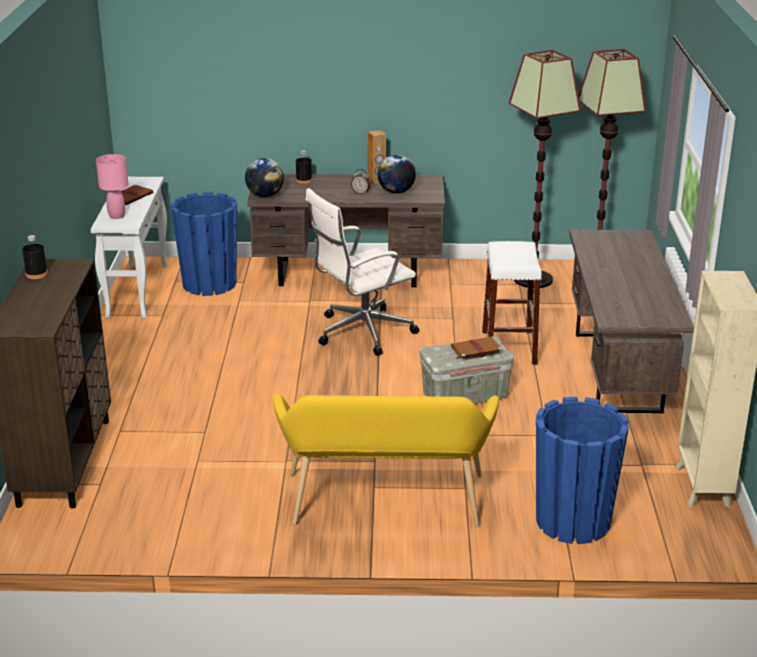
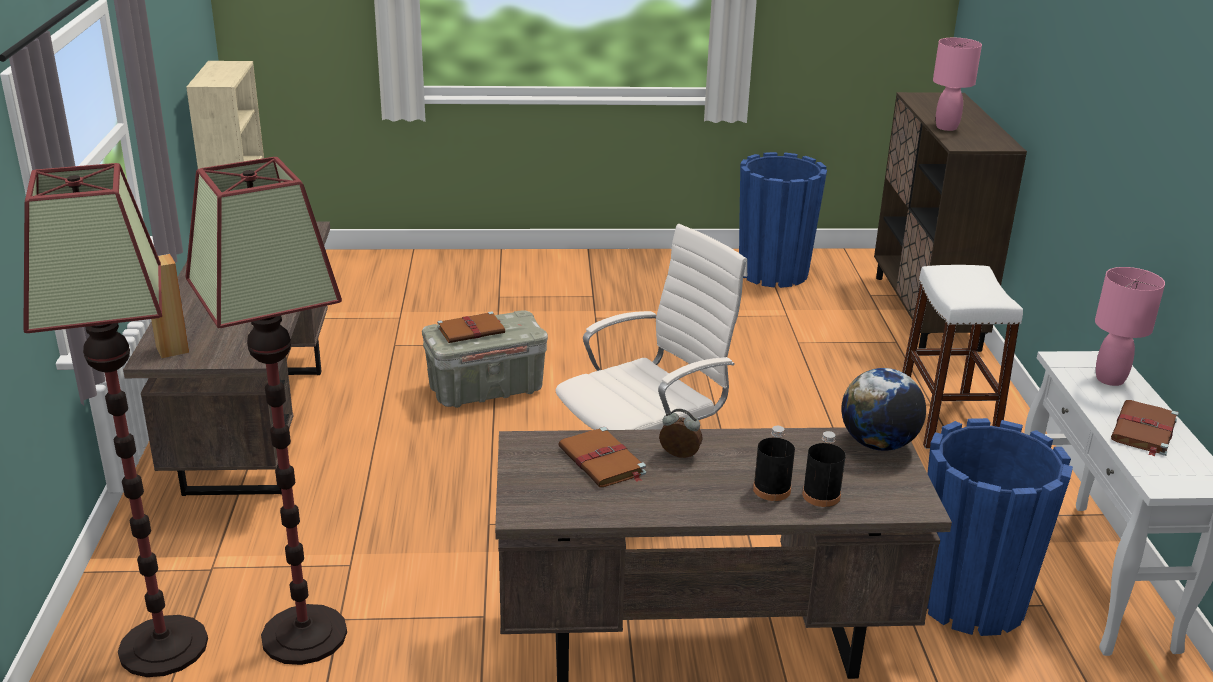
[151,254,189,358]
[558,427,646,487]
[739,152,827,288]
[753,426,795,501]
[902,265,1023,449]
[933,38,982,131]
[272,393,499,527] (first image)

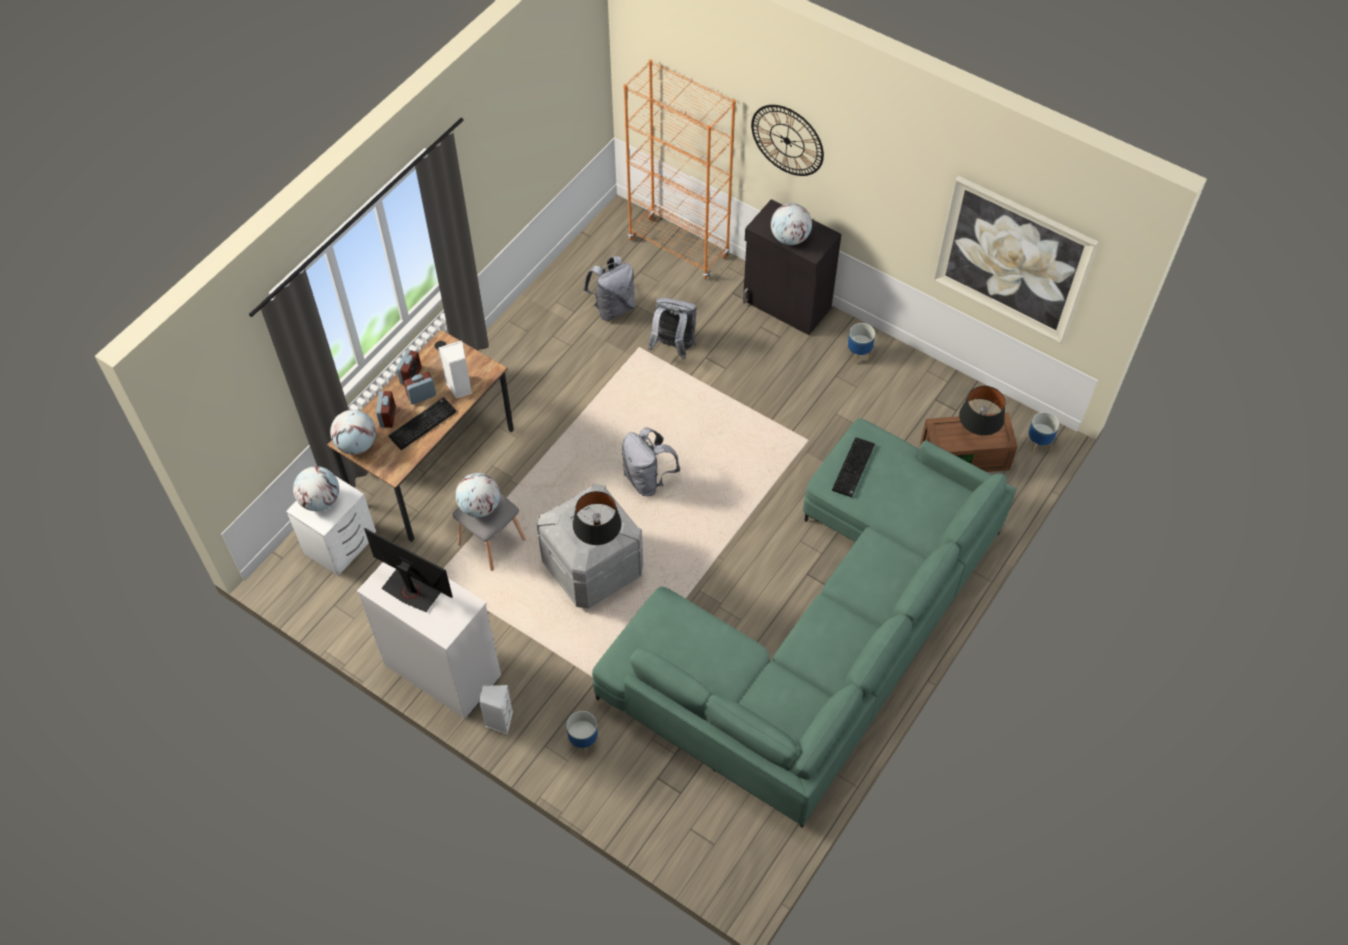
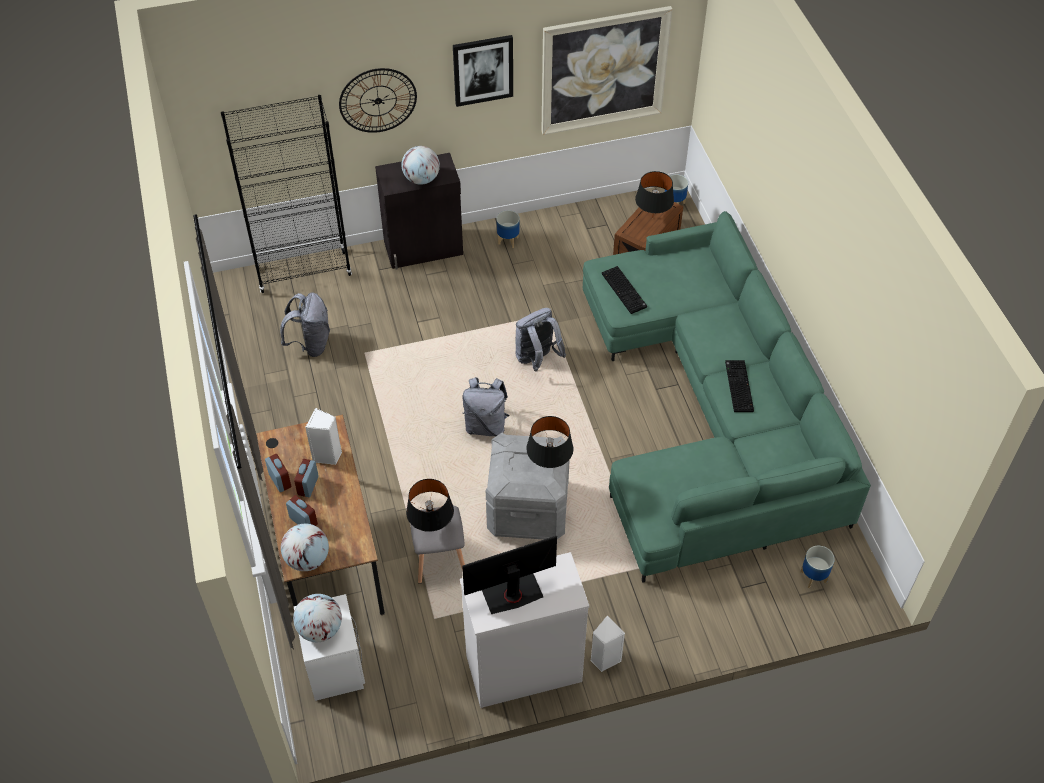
[221,95,352,293]
[406,479,454,532]
[453,35,513,107]
[515,308,566,371]
[725,360,754,412]
[800,546,835,588]

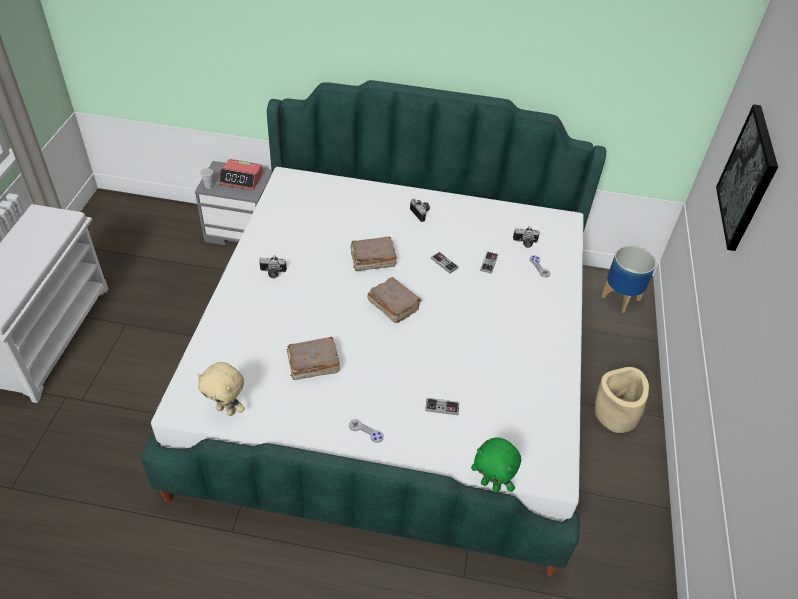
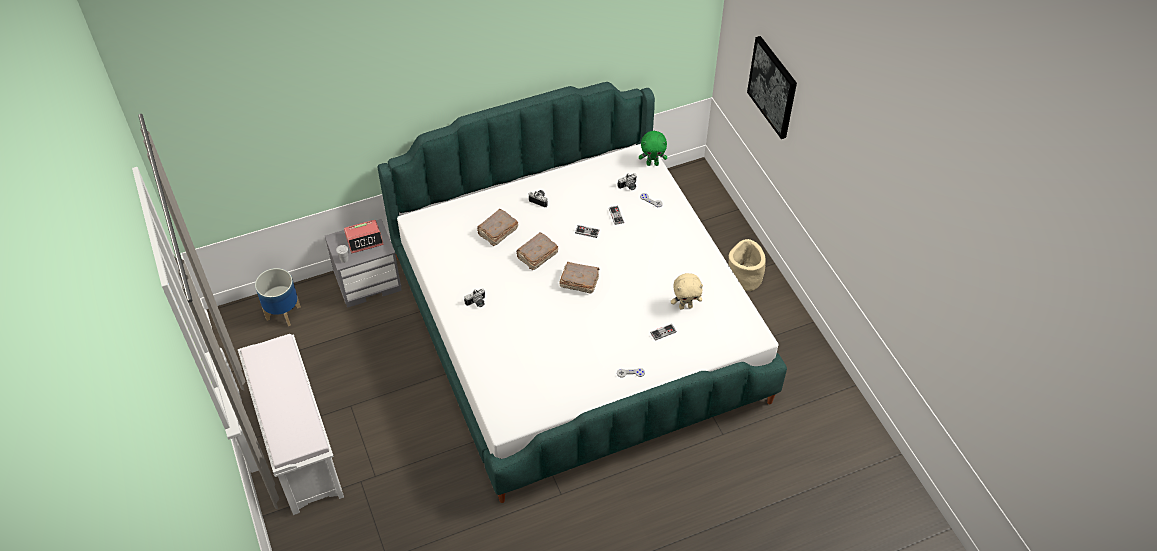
[255,268,301,326]
[477,209,518,246]
[639,131,667,166]
[671,273,703,310]

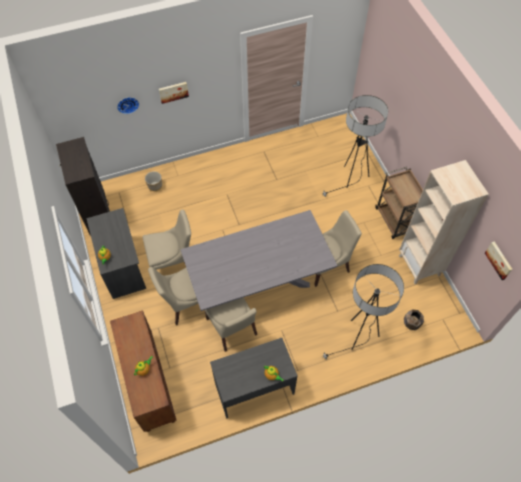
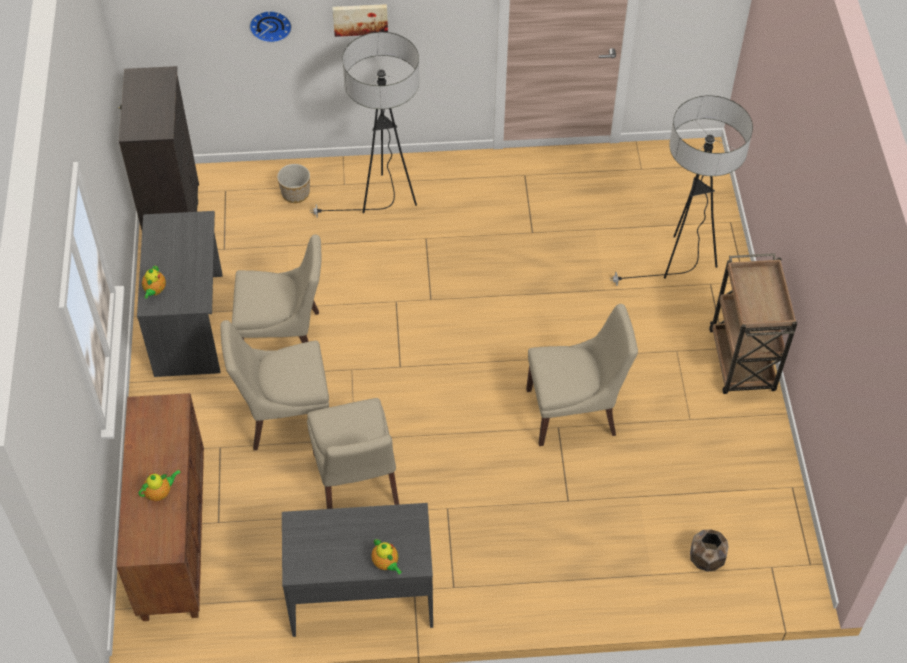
[310,32,419,218]
[180,210,337,311] (first image)
[399,160,489,284] (first image)
[485,241,512,280] (first image)

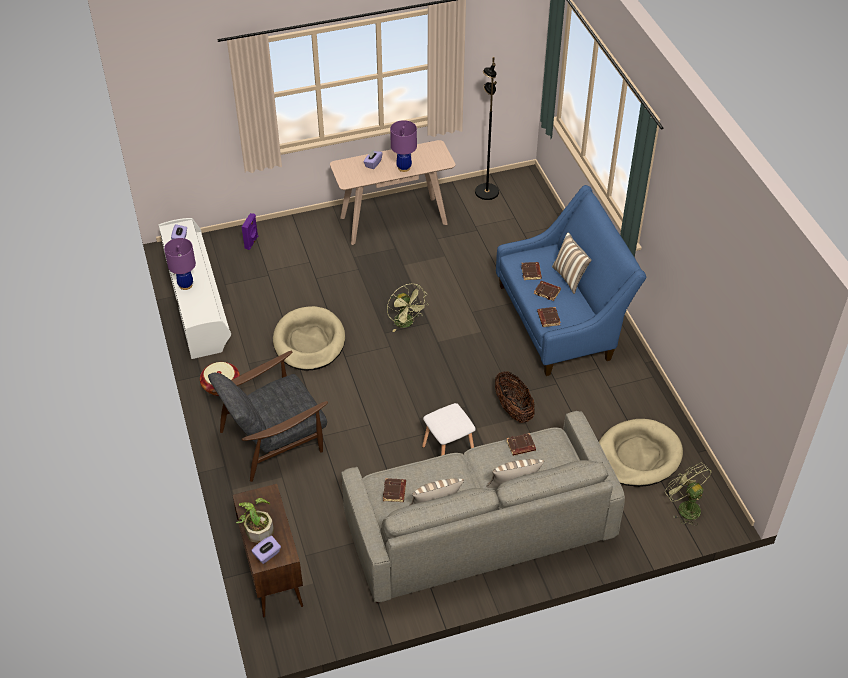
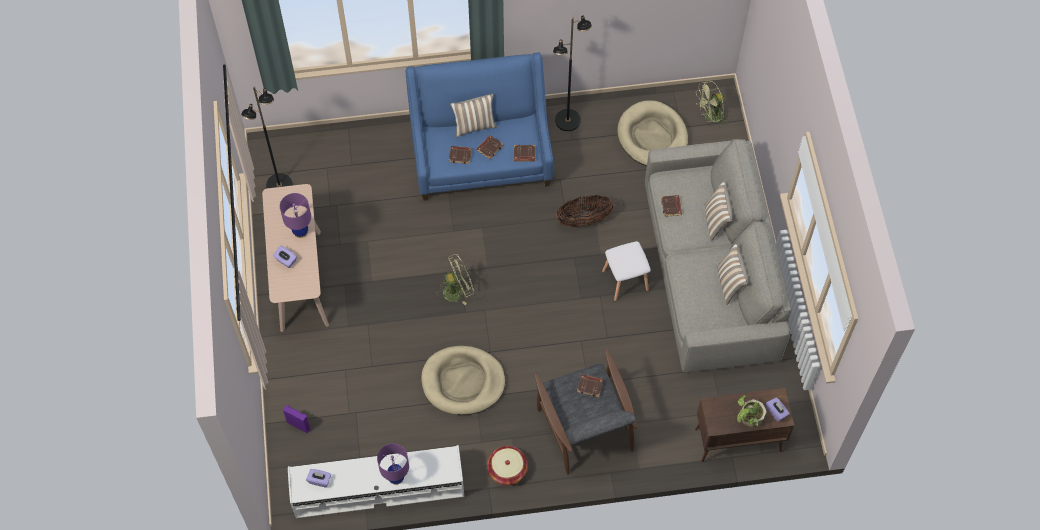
[553,15,592,131]
[577,374,603,397]

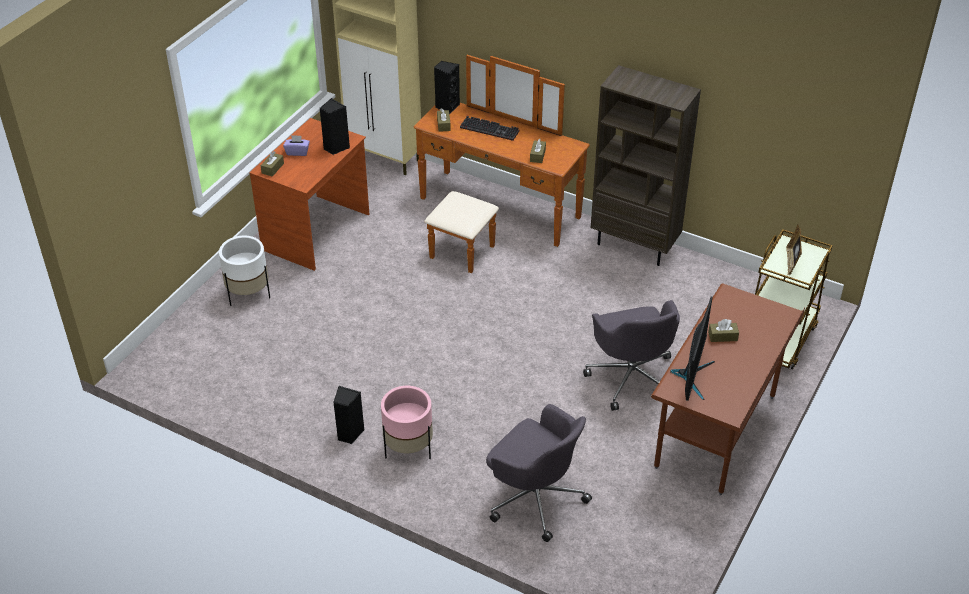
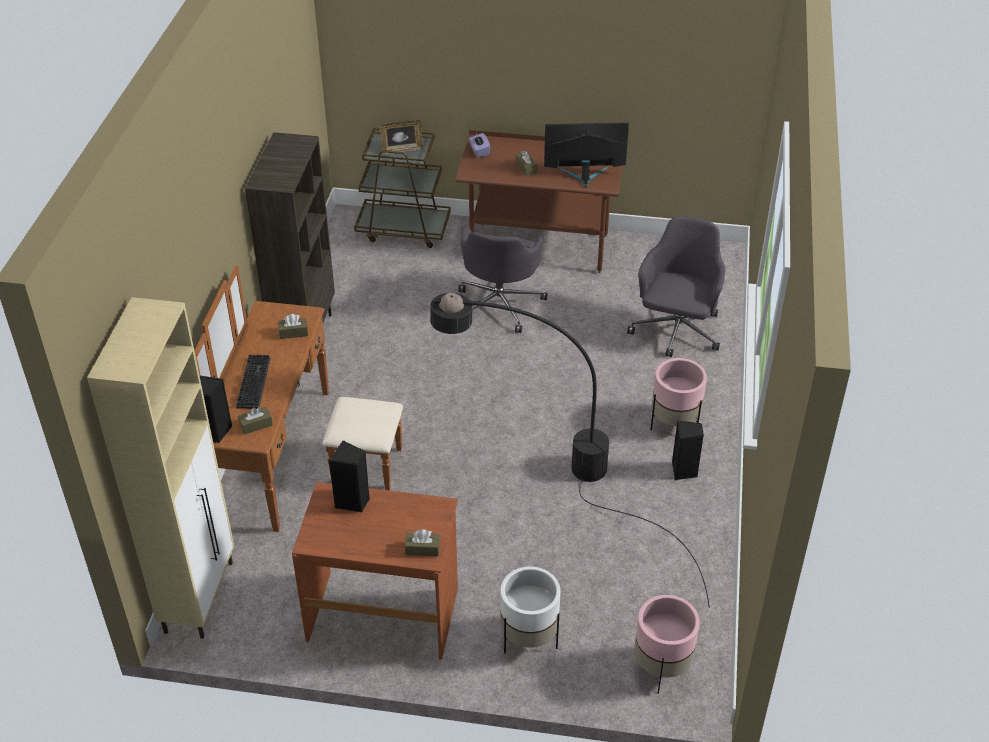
[430,293,710,608]
[458,227,548,333]
[469,133,490,158]
[634,595,700,694]

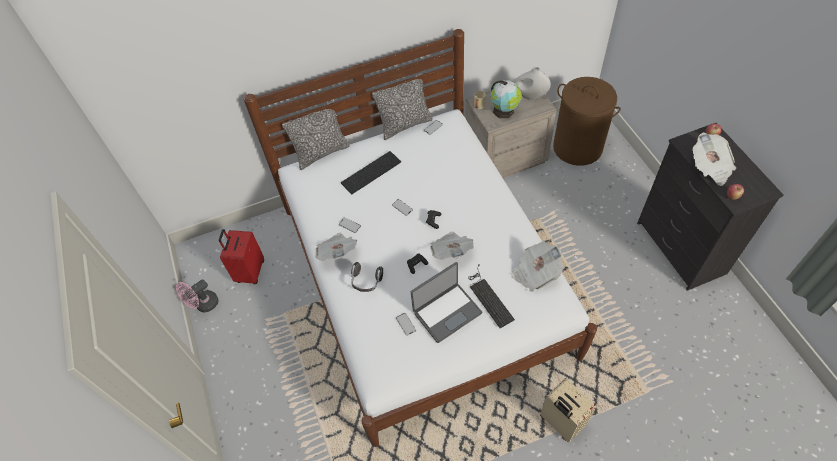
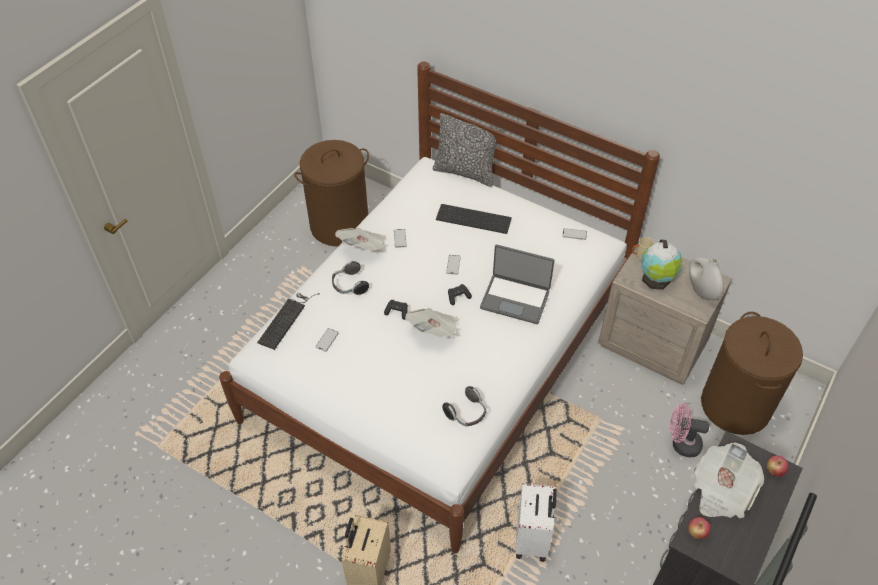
[257,293,320,350]
[294,140,369,247]
[442,386,486,427]
[480,244,555,324]
[515,483,557,562]
[670,403,709,457]
[372,73,433,140] (first image)

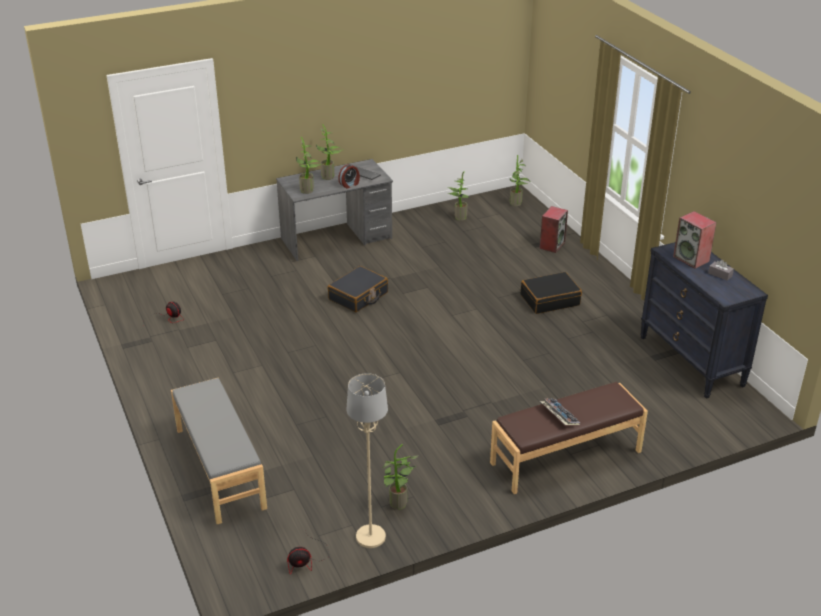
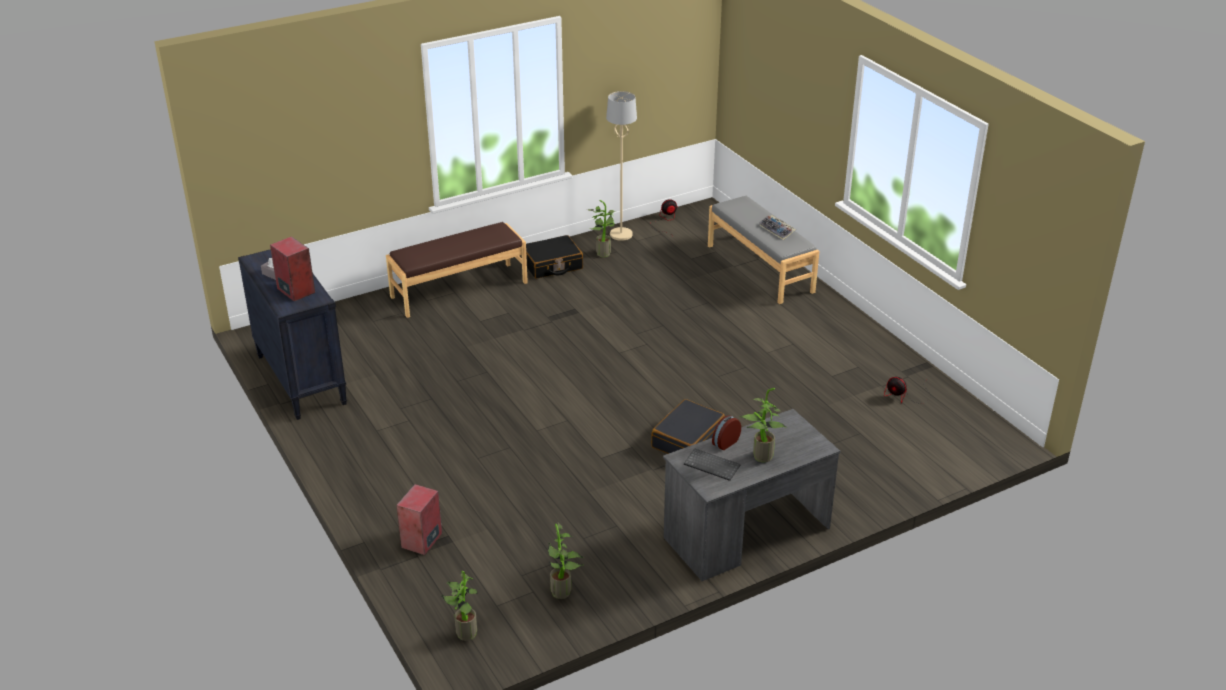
[521,235,583,279]
[759,215,796,240]
[296,137,321,194] (first image)

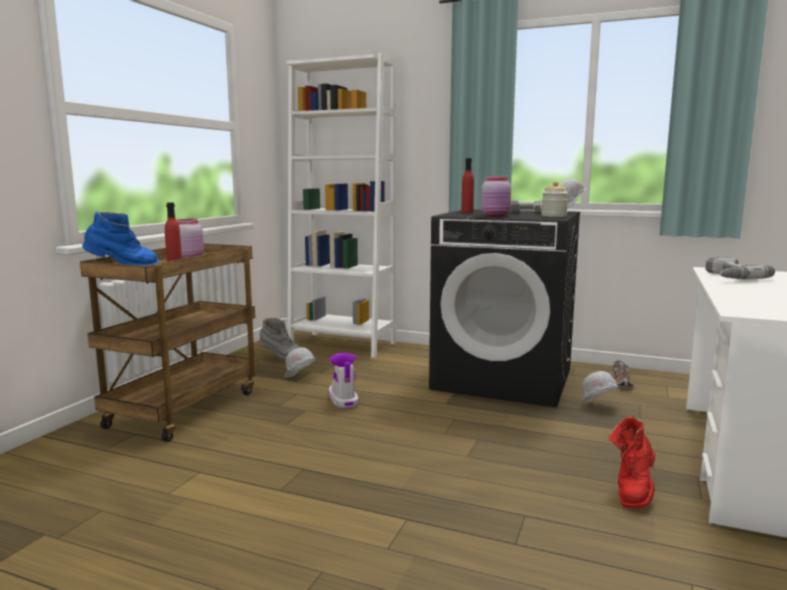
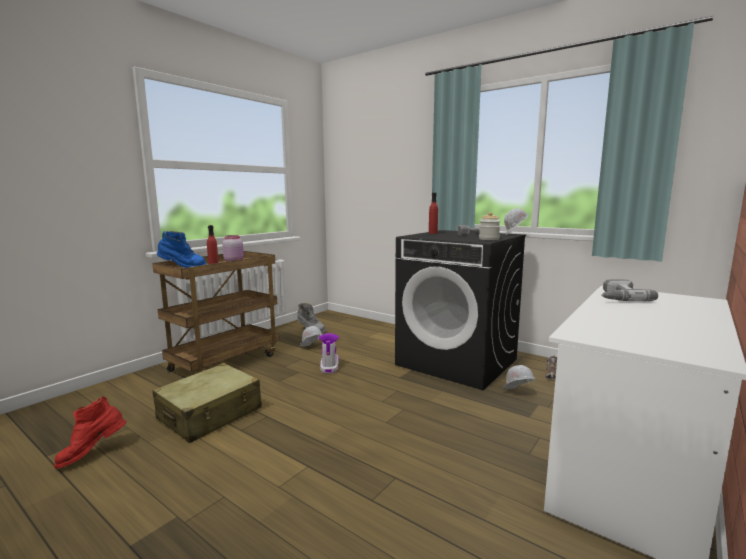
[54,396,126,469]
[152,363,262,443]
[286,53,396,358] (first image)
[481,177,511,217] (first image)

